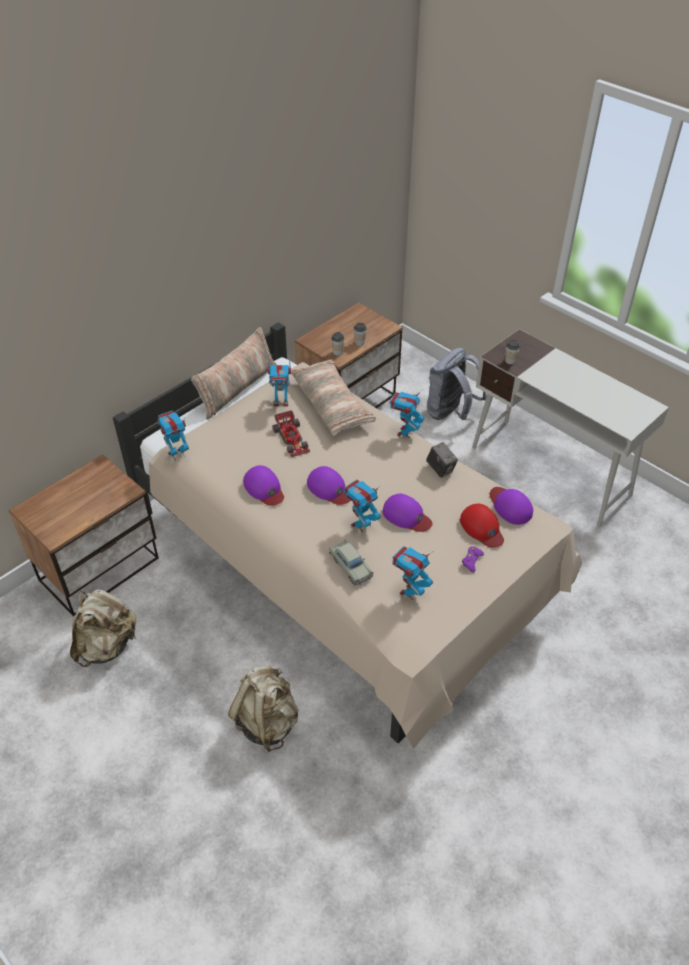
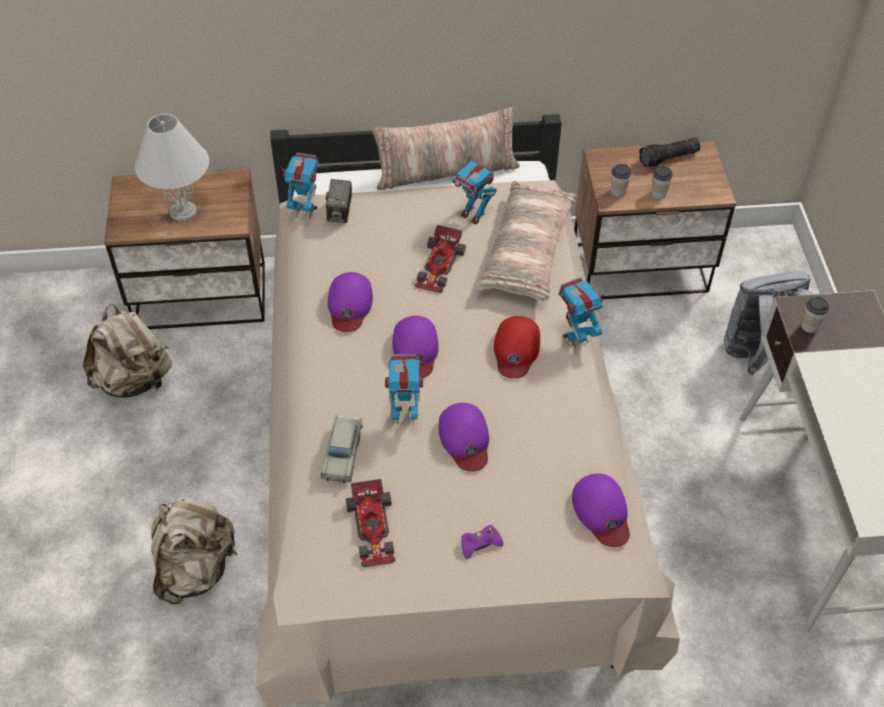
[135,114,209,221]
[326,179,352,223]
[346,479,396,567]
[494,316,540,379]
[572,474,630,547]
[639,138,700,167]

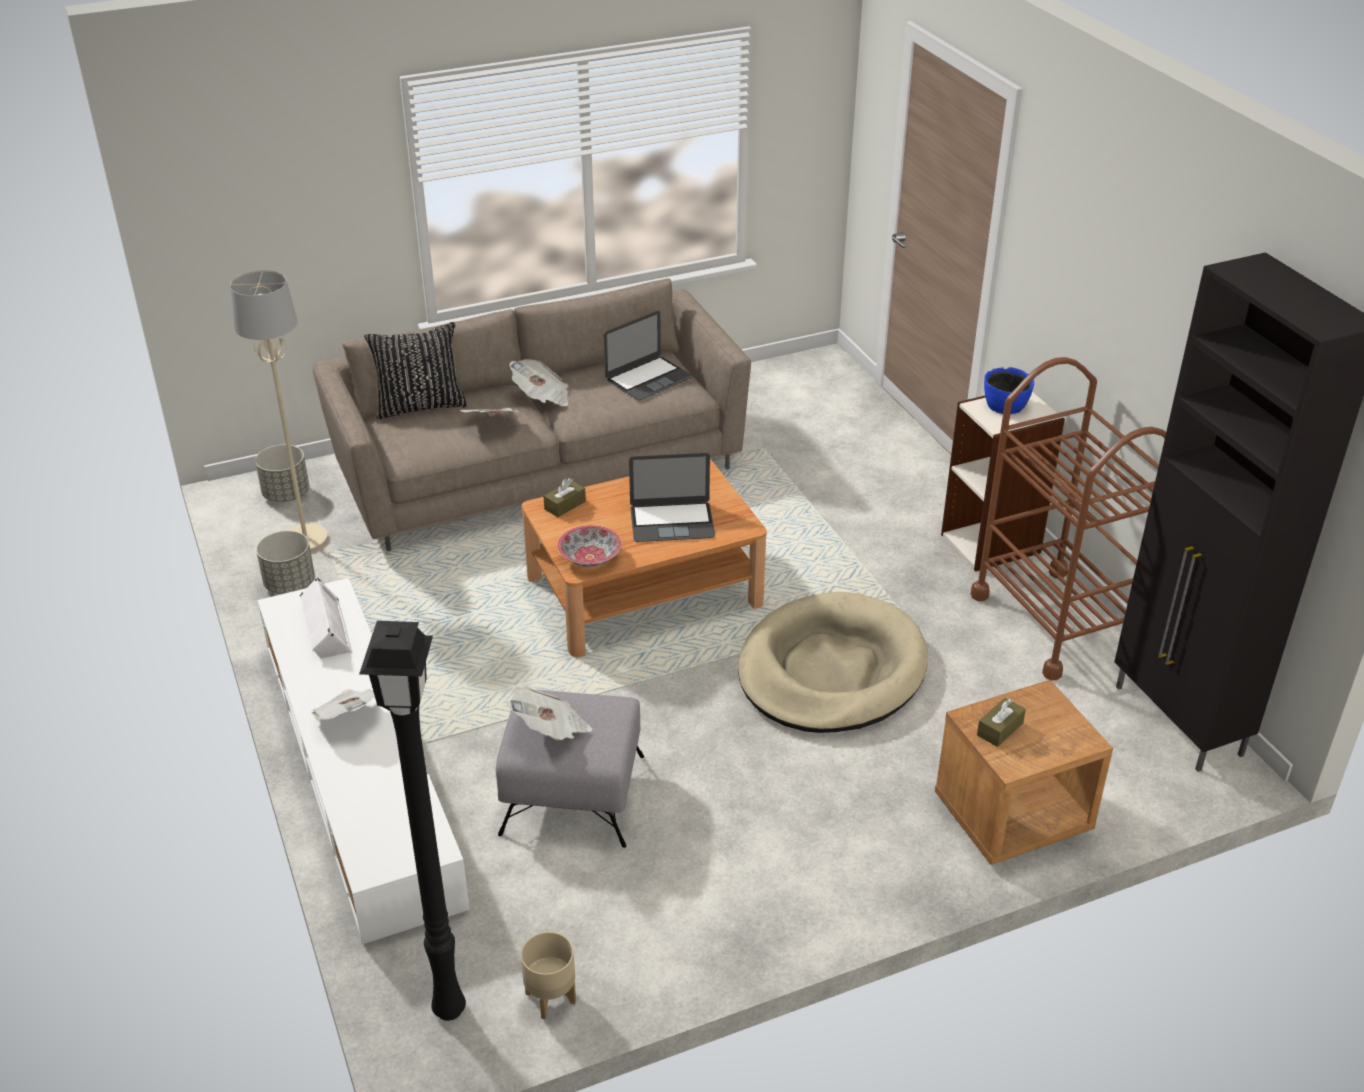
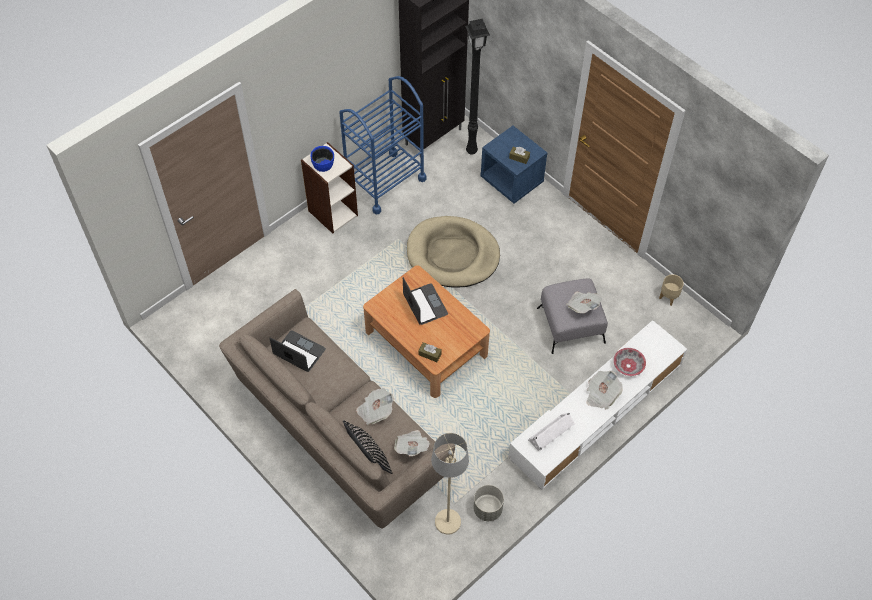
[339,76,427,215]
[394,430,430,456]
[465,19,490,155]
[481,126,547,204]
[613,348,646,376]
[255,445,309,502] (first image)

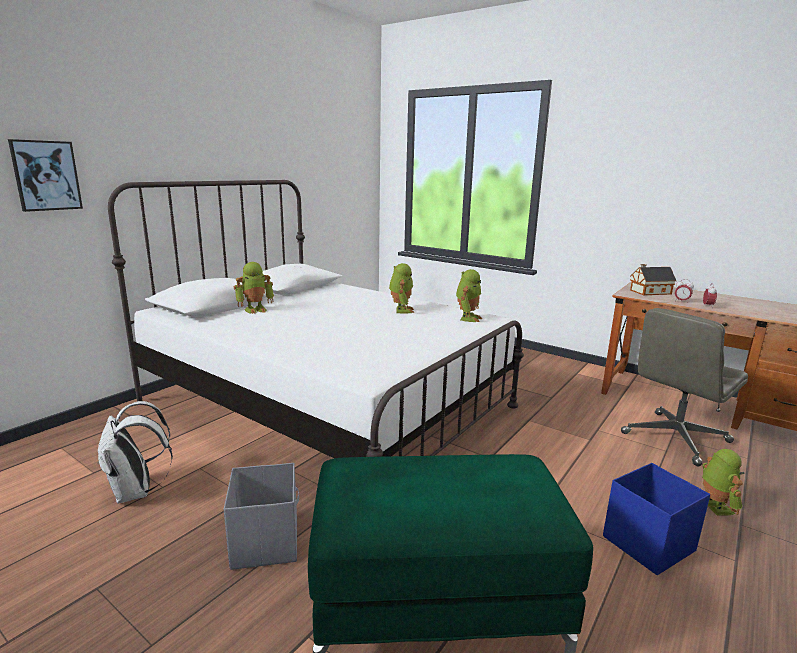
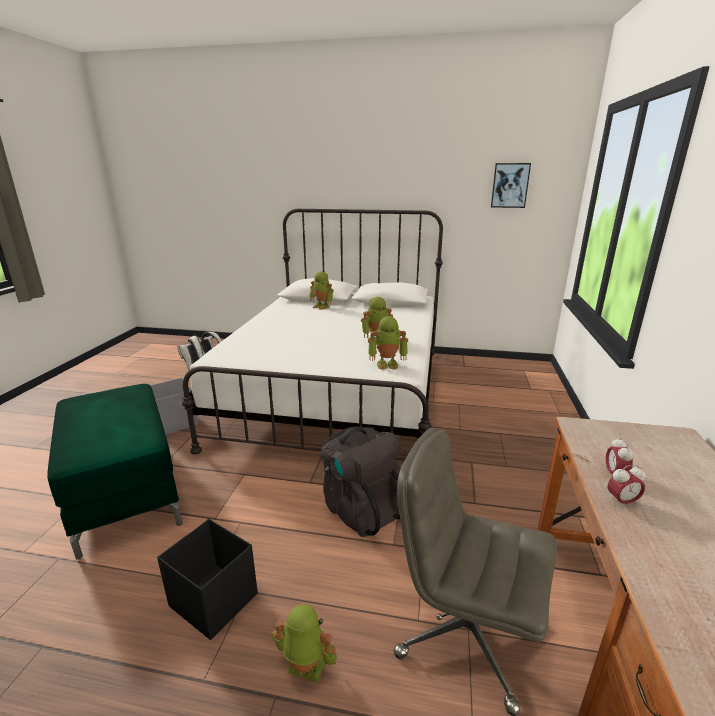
[157,519,258,640]
[271,604,337,682]
[321,426,401,537]
[491,163,531,208]
[630,264,676,295] (first image)

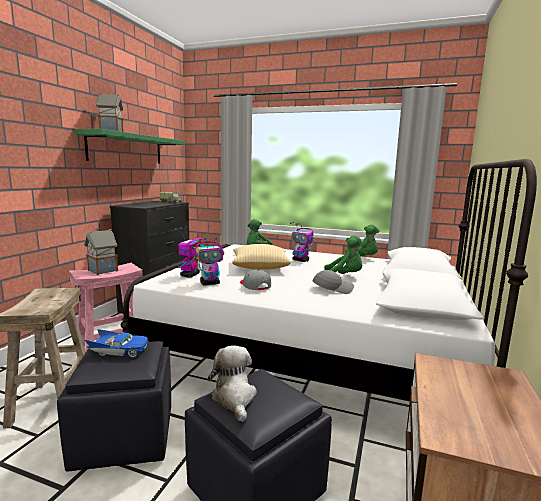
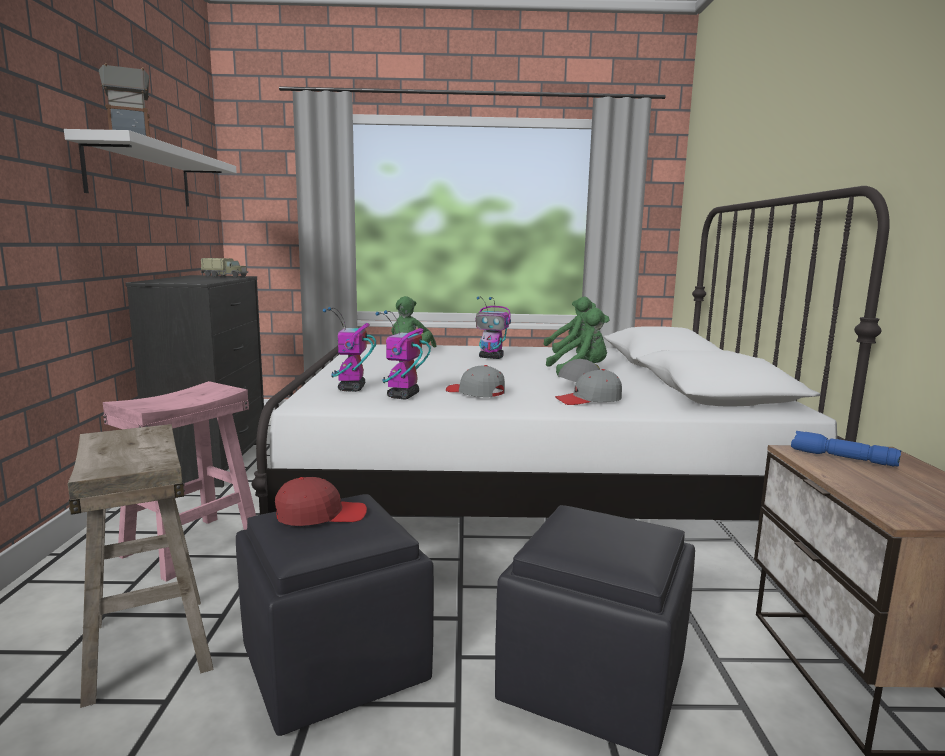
[64,129,237,207]
[275,477,367,526]
[376,310,431,400]
[555,369,622,405]
[791,431,901,467]
[84,229,118,275] (first image)
[208,346,257,422] (first image)
[232,244,291,270] (first image)

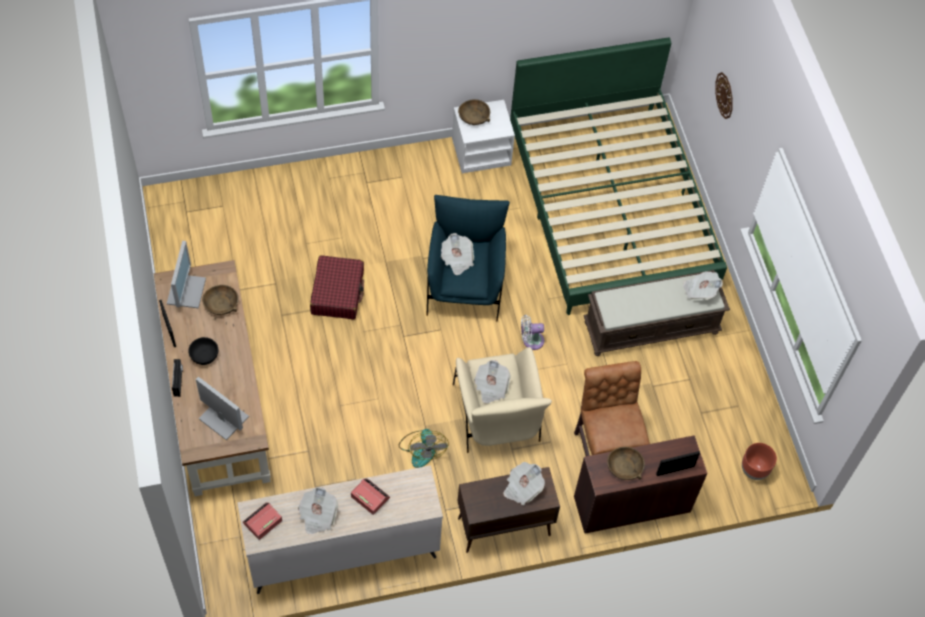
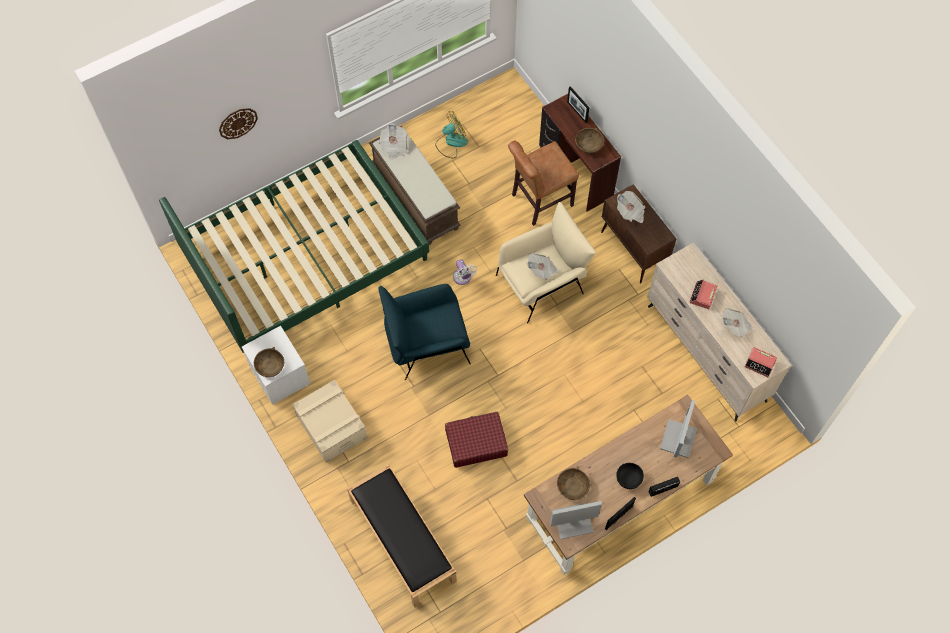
[292,379,368,463]
[347,464,457,607]
[435,111,468,158]
[441,233,474,275] (first image)
[742,443,777,480] (first image)

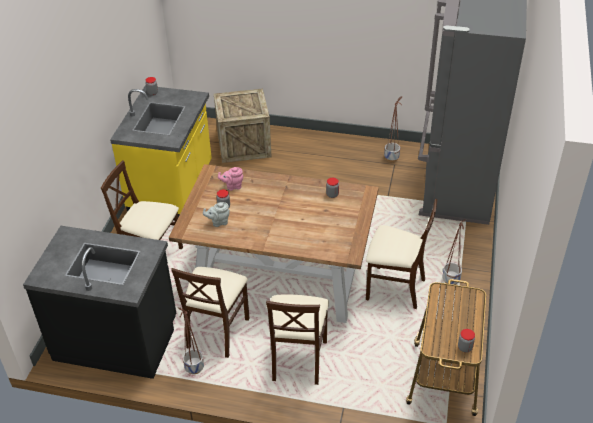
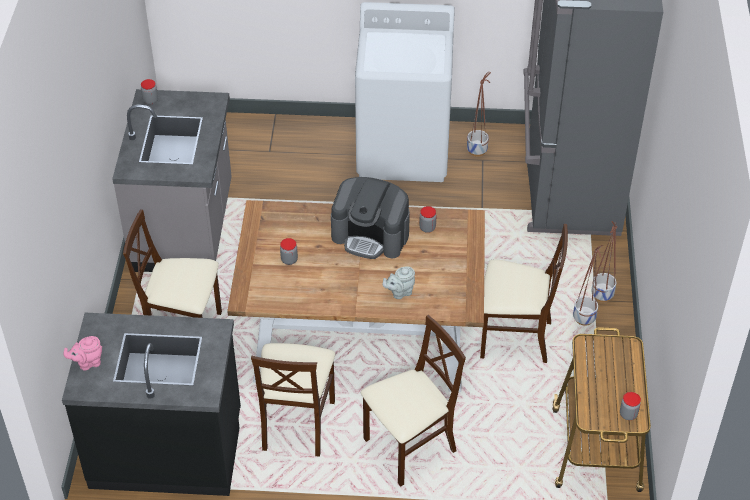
[64,336,102,371]
[112,89,232,272]
[331,177,410,259]
[355,2,455,182]
[361,315,466,487]
[383,266,415,299]
[591,221,617,303]
[214,89,272,163] (first image)

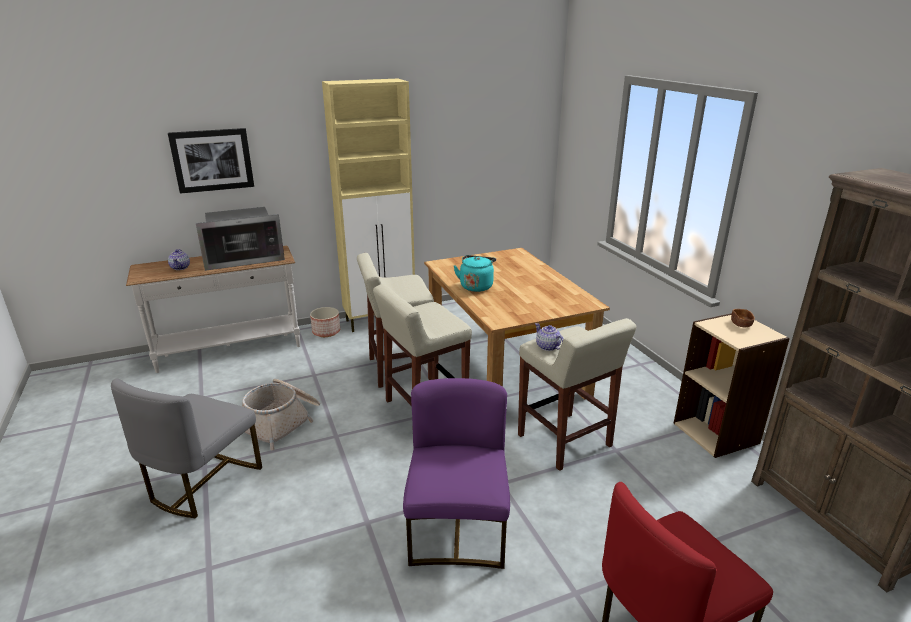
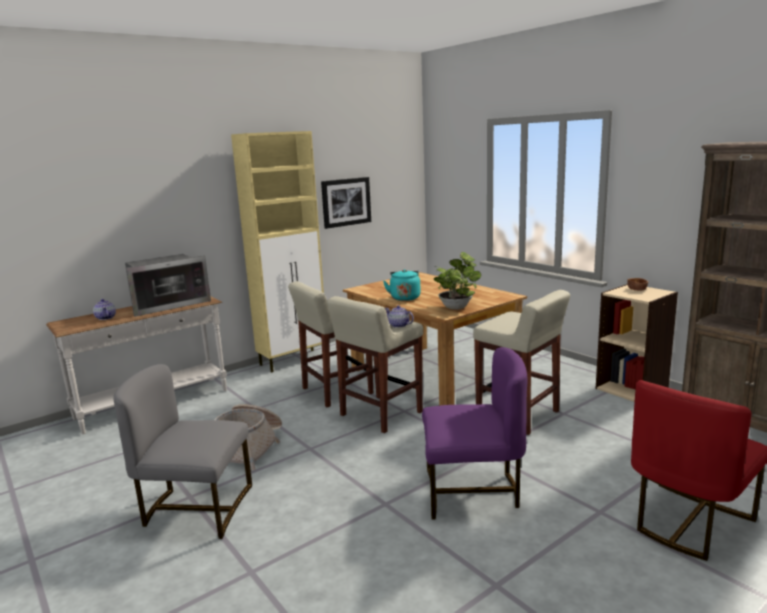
[113,364,252,539]
[321,177,371,229]
[385,305,414,328]
[422,347,527,519]
[434,252,481,310]
[310,307,340,337] (first image)

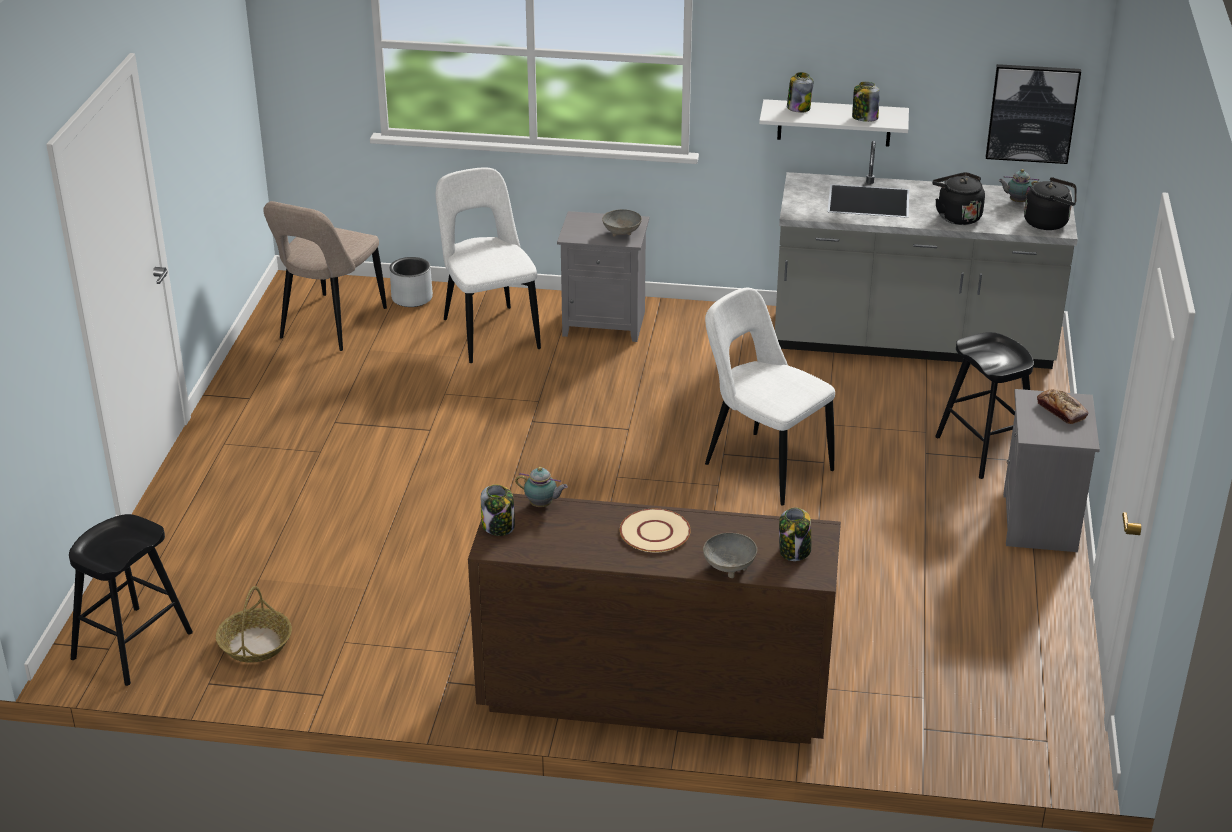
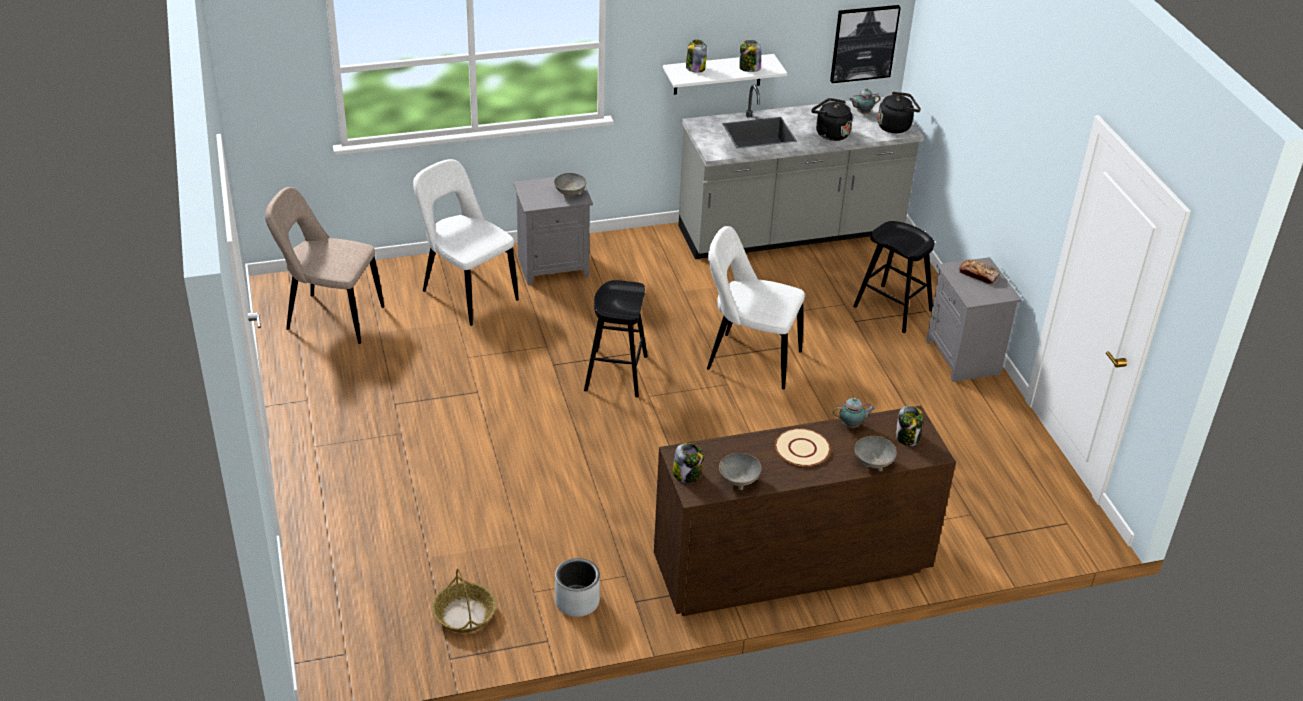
[265,187,384,344]
[555,558,600,617]
[584,280,648,397]
[719,453,762,490]
[833,397,875,428]

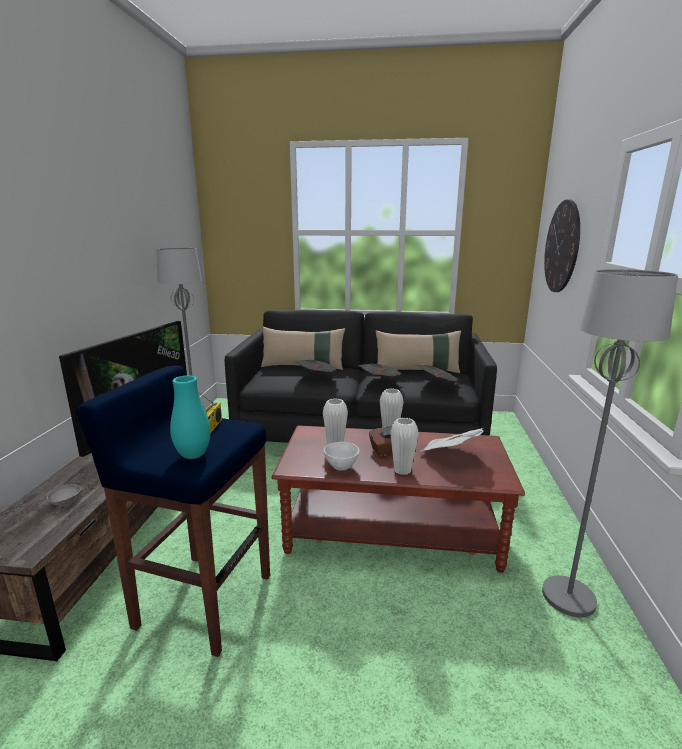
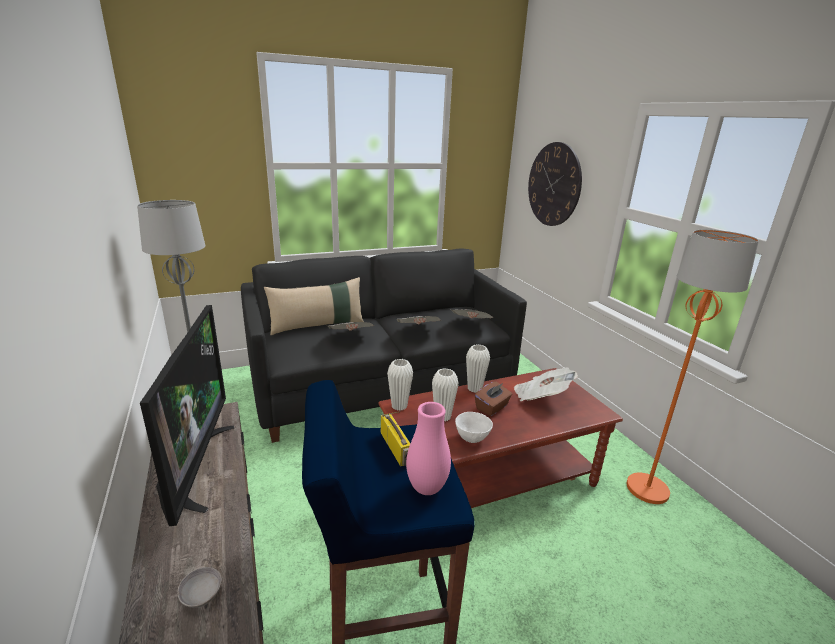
[387,359,413,410]
[406,402,451,495]
[627,230,759,504]
[375,330,461,373] (first image)

